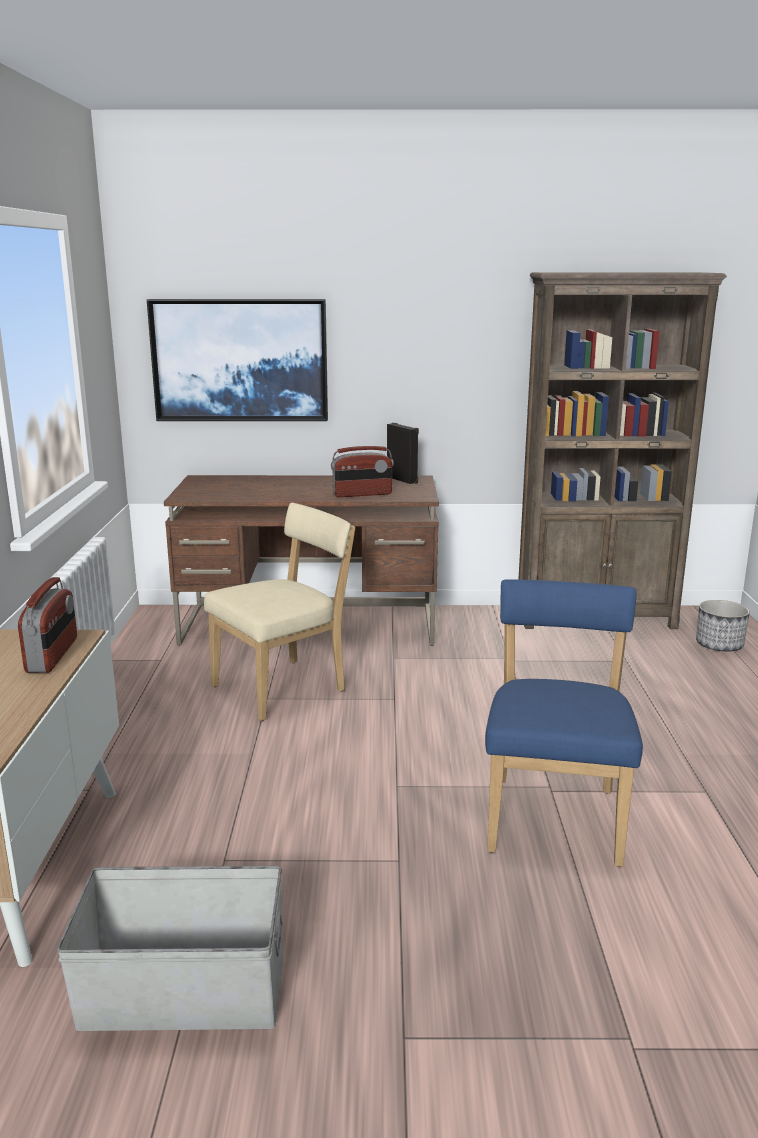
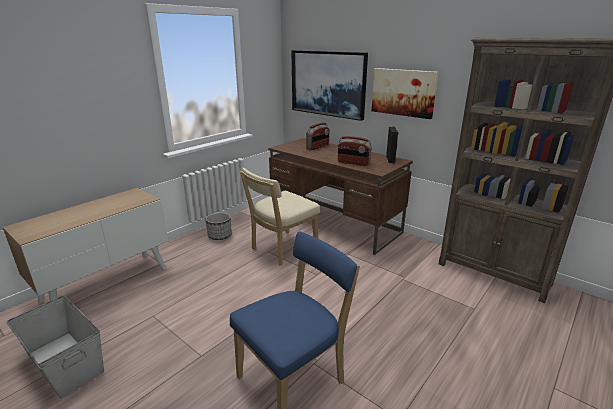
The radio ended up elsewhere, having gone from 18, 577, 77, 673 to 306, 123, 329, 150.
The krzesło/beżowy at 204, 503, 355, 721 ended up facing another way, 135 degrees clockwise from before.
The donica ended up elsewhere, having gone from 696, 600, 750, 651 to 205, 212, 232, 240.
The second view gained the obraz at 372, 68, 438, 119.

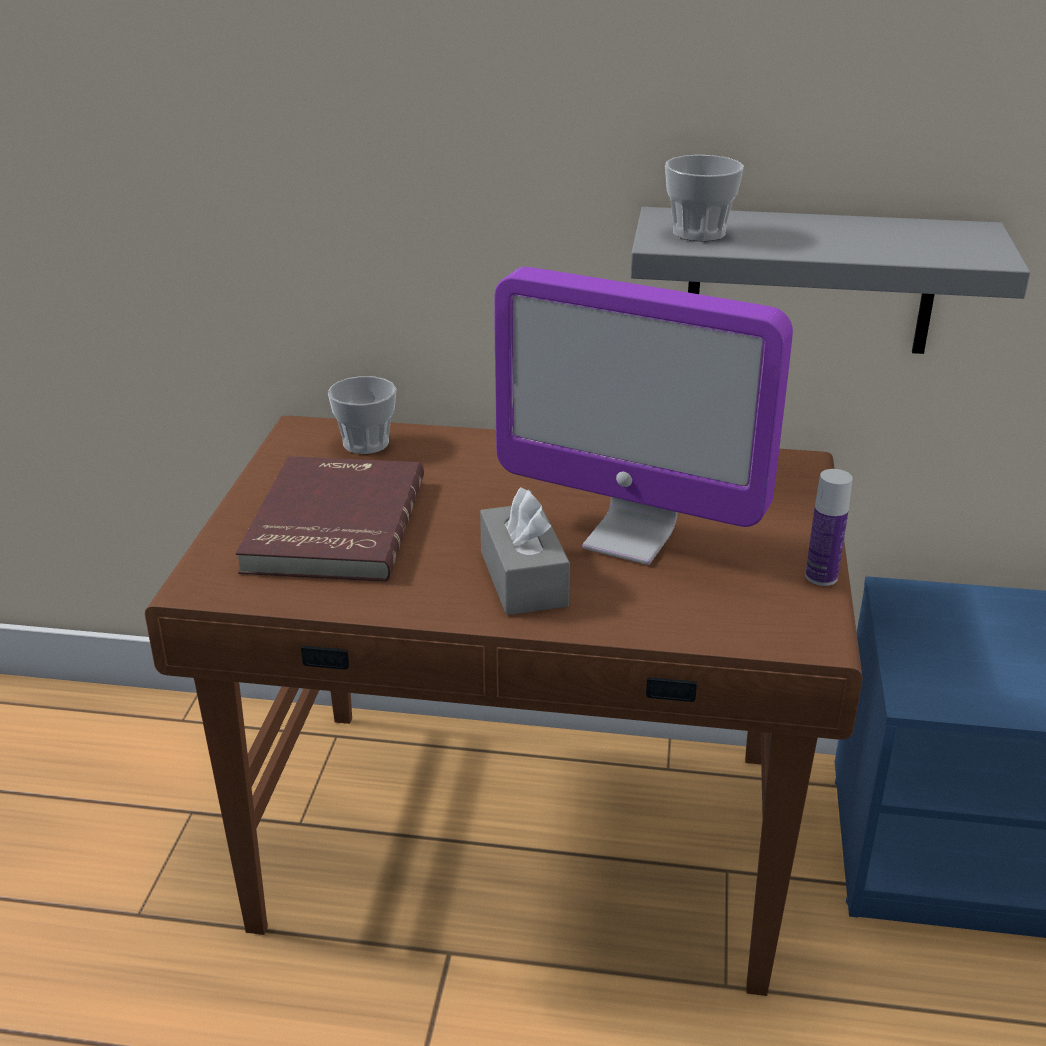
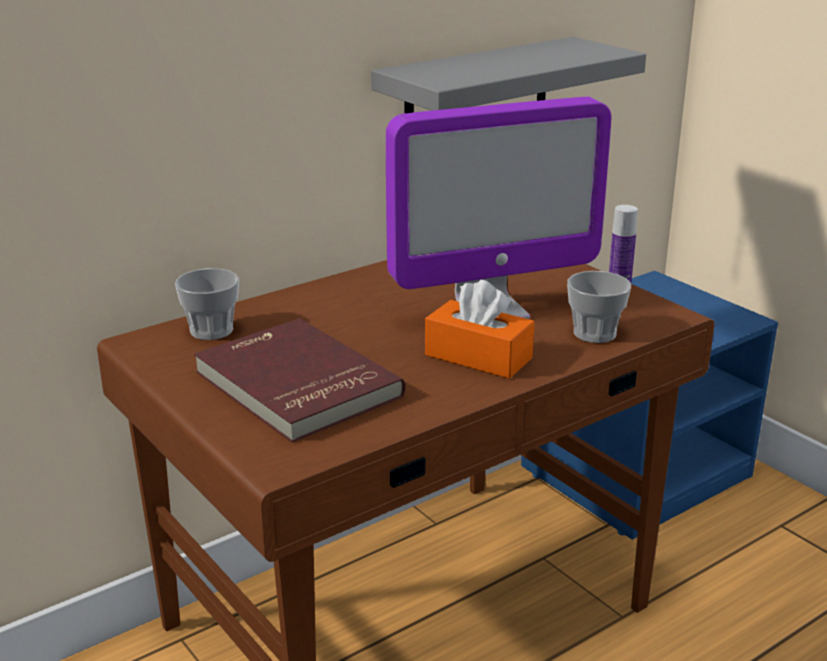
What was the pudełko chusteczek/szary at 480, 487, 570, 615 turned into the pudełko chusteczek/pomarańczowy at 425, 280, 534, 379.
The filiżanka ended up elsewhere, having gone from 665, 155, 744, 242 to 567, 271, 631, 343.

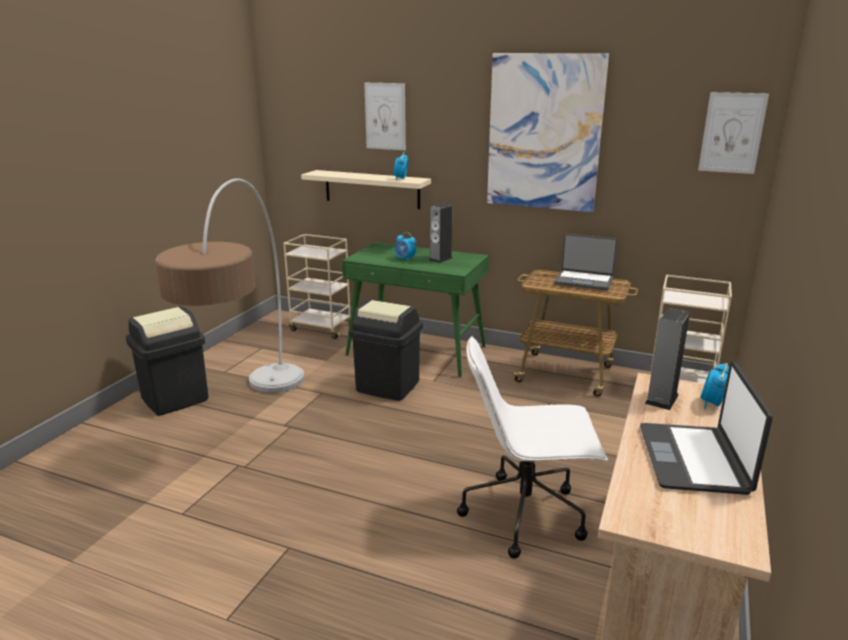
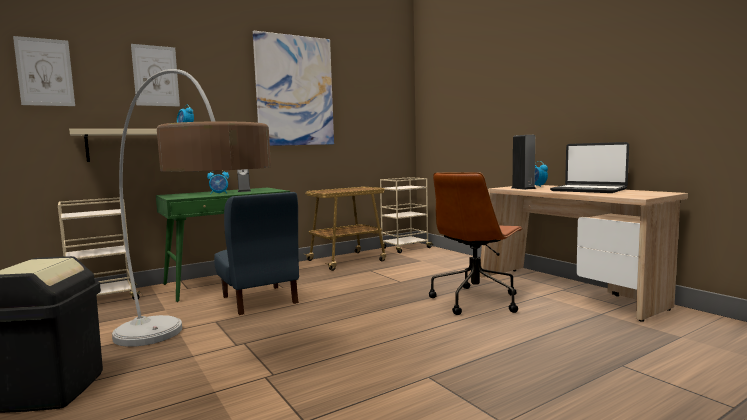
Where the kosz na śmieci/czarny stood at 349, 300, 423, 401, the krzesło/niebieski came to stand at 214, 192, 299, 315.
What was the krzesło biurowe/biały at 457, 336, 608, 559 turned into the krzesło biurowe/brązowy at 429, 172, 523, 315.
The second view lost the laptop at 554, 234, 617, 291.
The obraz ended up elsewhere, having gone from 698, 92, 769, 174 to 13, 36, 75, 106.

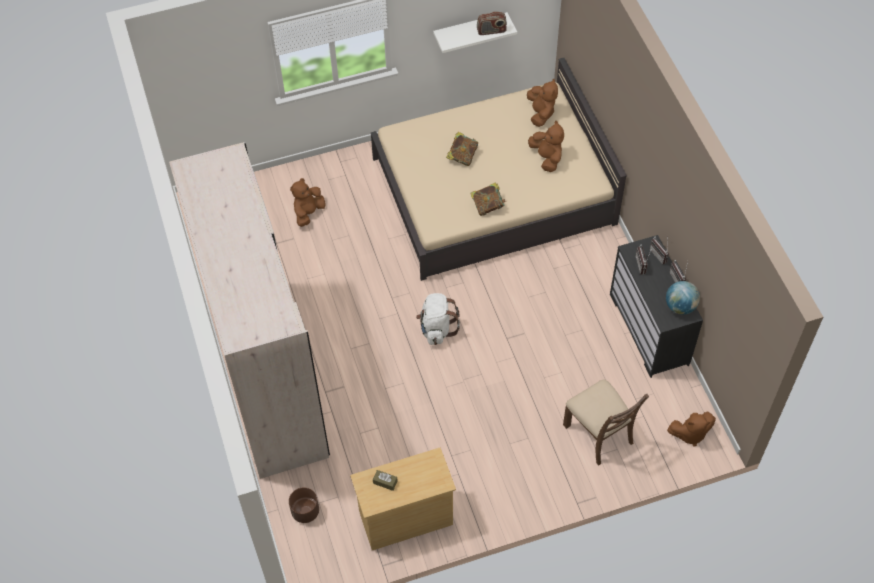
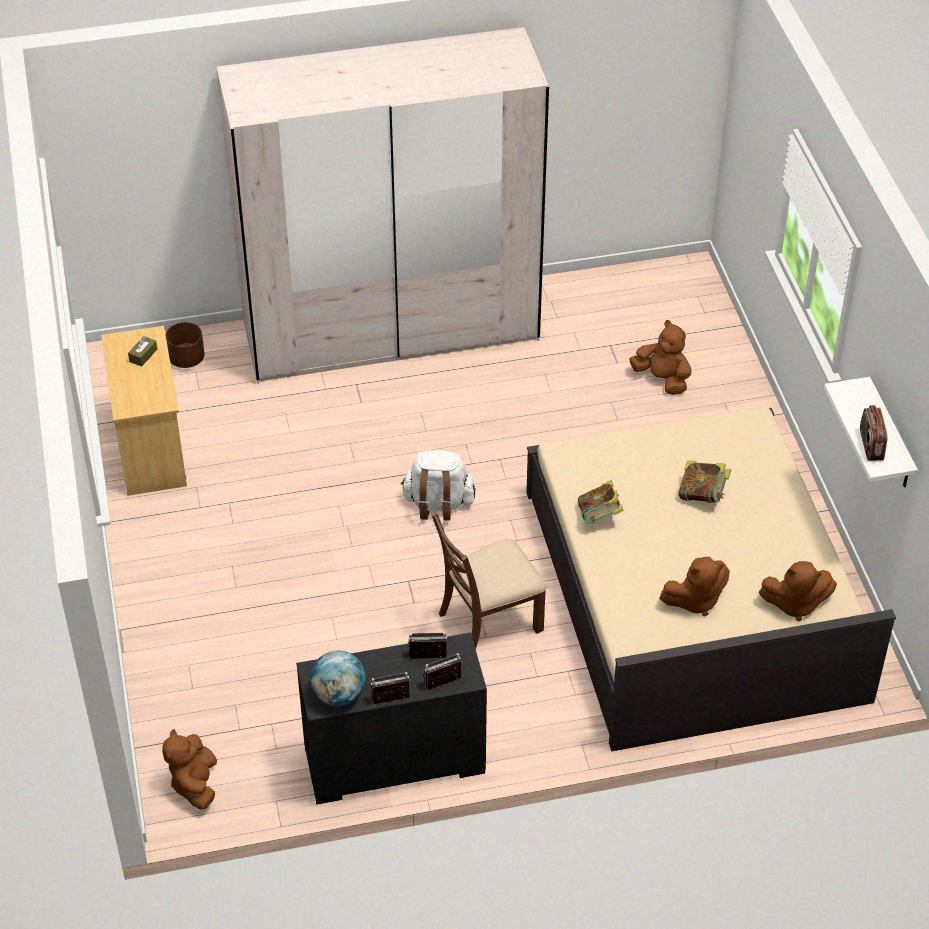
The krzesło/brązowy ended up elsewhere, having gone from 563, 379, 649, 465 to 431, 511, 546, 649.

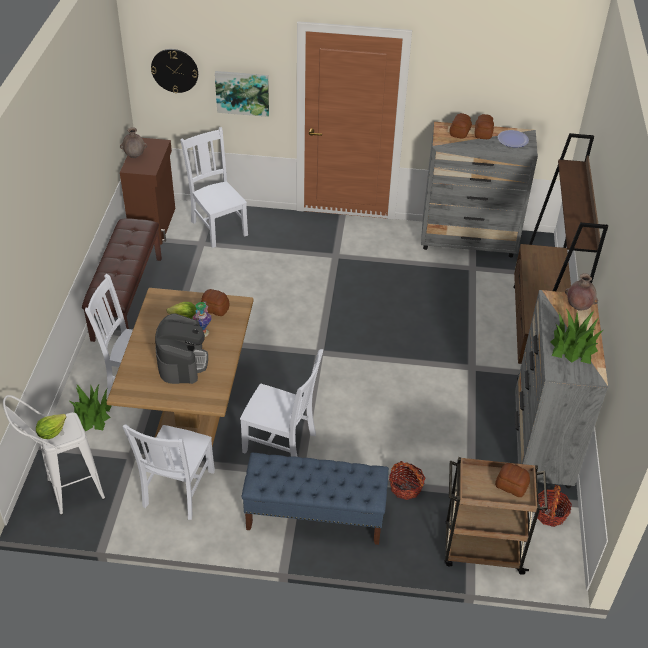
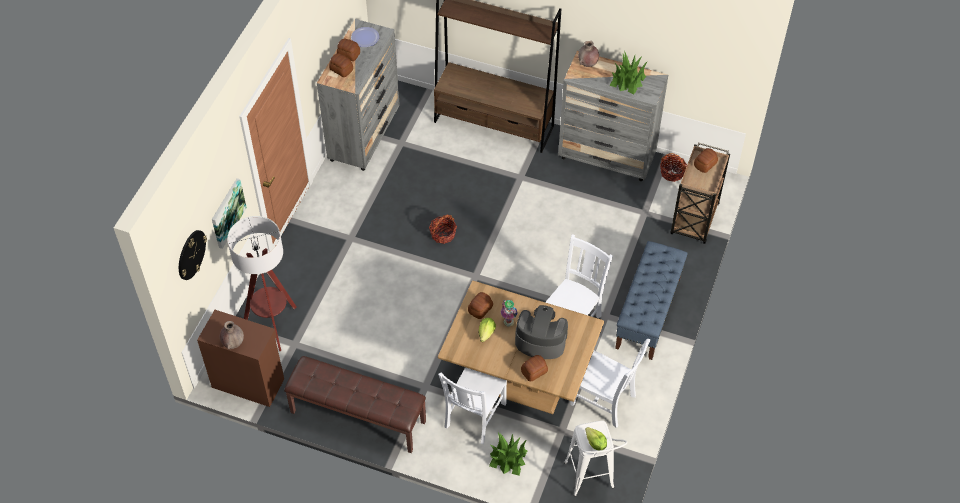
Where the krzesło/biały stood at 180, 127, 248, 248, the lampa stojąca came to stand at 227, 216, 297, 351.
The koszyk ended up elsewhere, having gone from 389, 461, 425, 500 to 429, 215, 457, 244.
The second view gained the chleb at 521, 355, 548, 382.

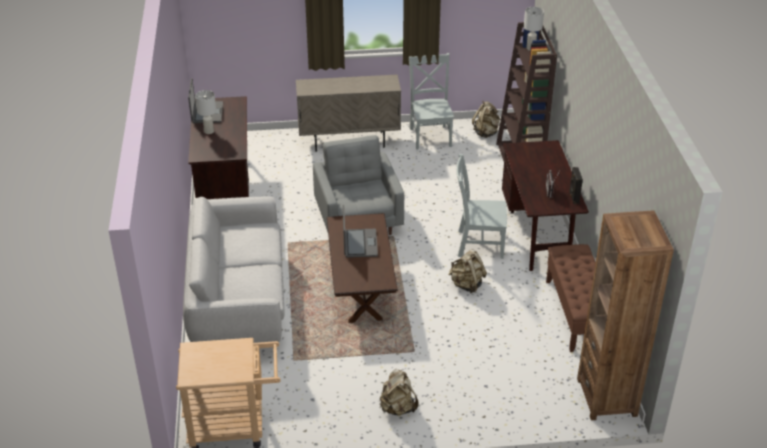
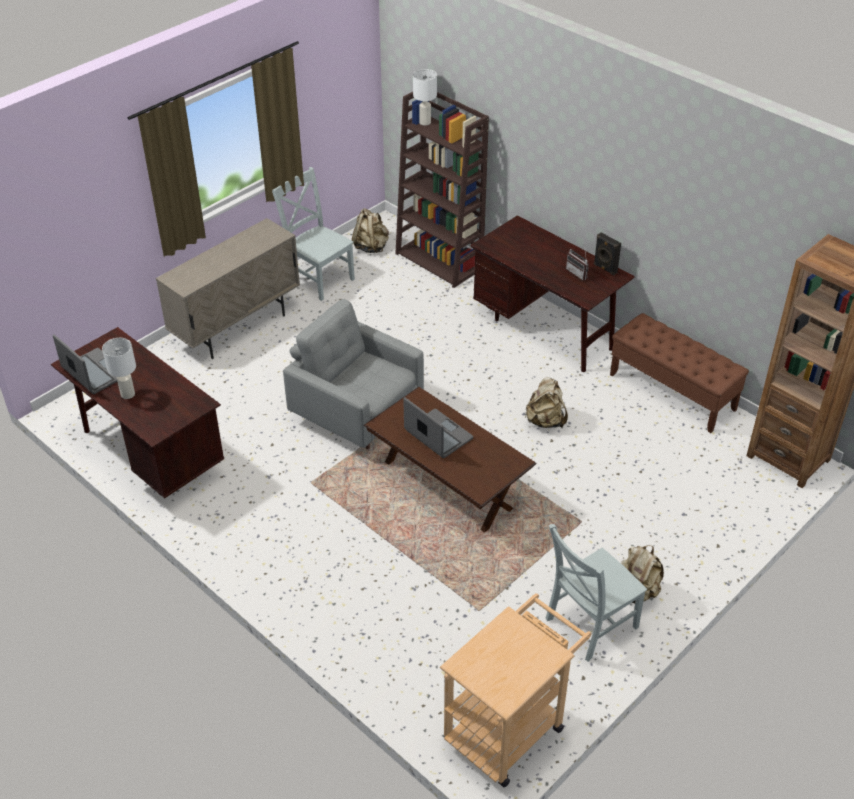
The second view lost the kanapa/szary at 183, 197, 285, 343.
The krzesło/szary ended up elsewhere, having gone from 456, 154, 507, 259 to 546, 524, 647, 662.

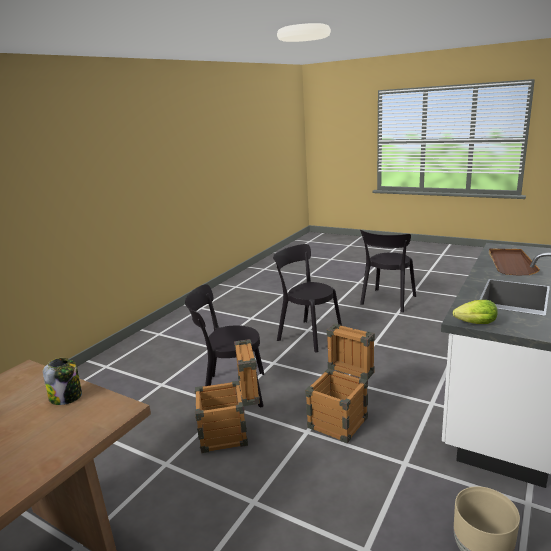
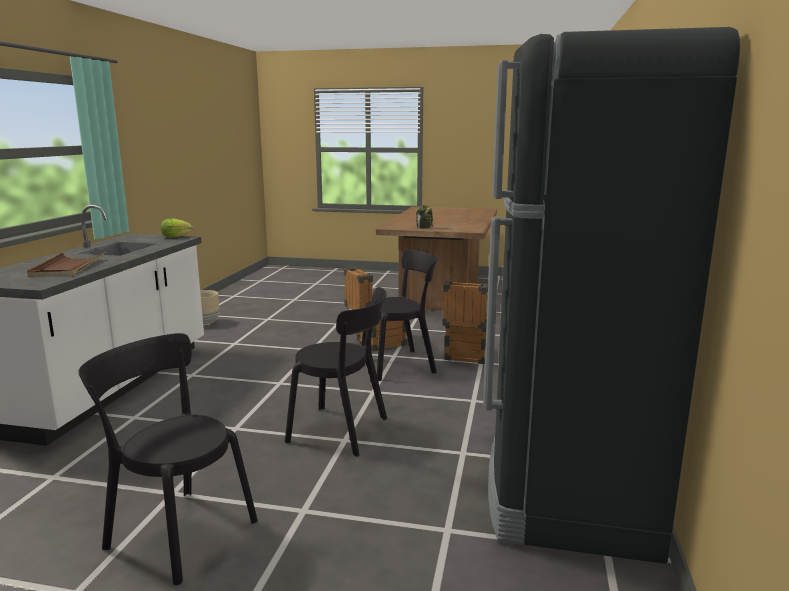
The skrzynka ended up elsewhere, having gone from 305, 323, 375, 443 to 442, 281, 488, 364.
The krzesło/czarny at 360, 229, 416, 312 ended up facing another way, 75 degrees counterclockwise from before.
The second view gained the lodówka/czarny at 483, 27, 740, 564.

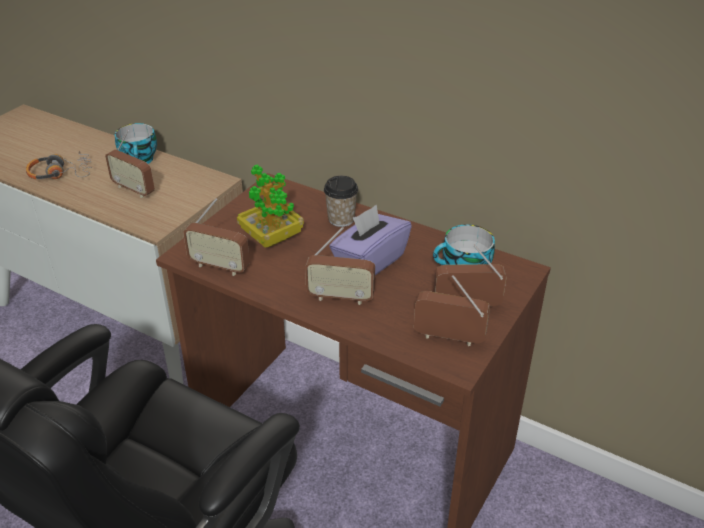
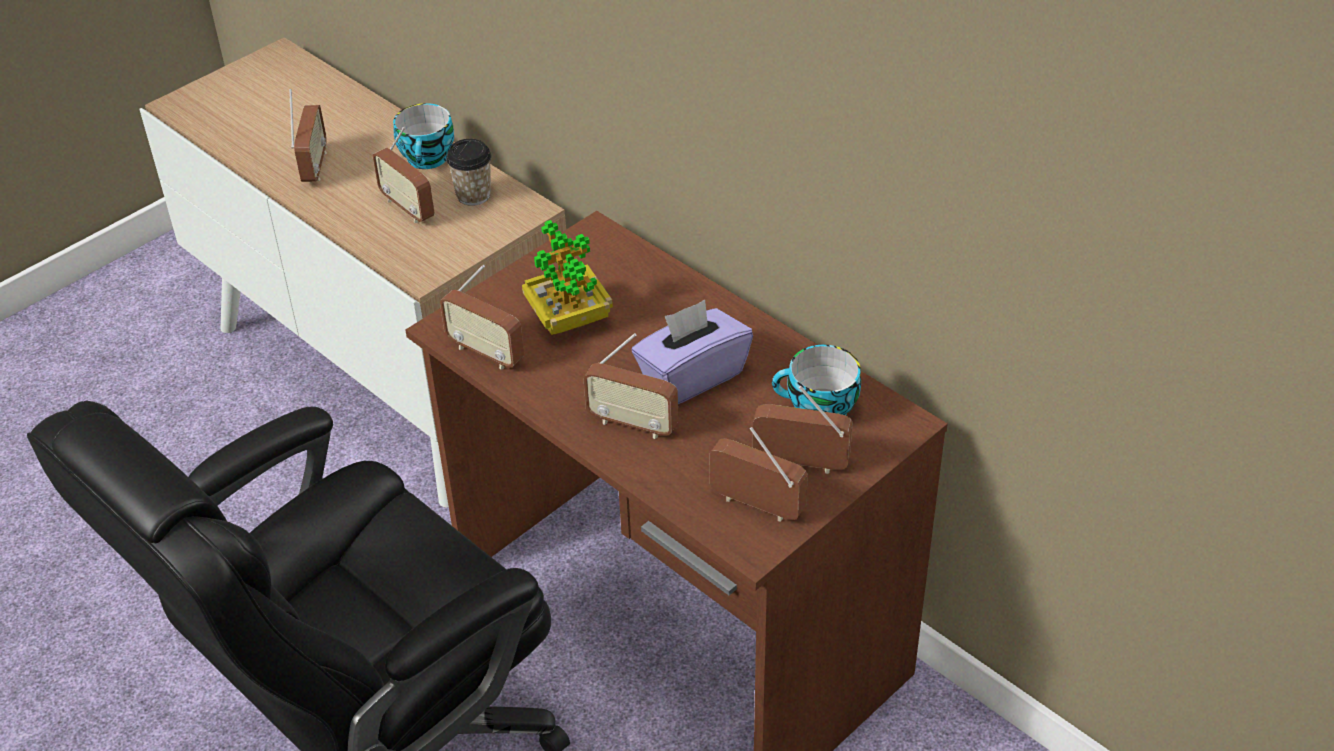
Where the słuchawki stood at 26, 150, 92, 179, the radio came to stand at 289, 89, 327, 182.
The filiżanka ended up elsewhere, having gone from 324, 176, 358, 227 to 446, 139, 492, 206.

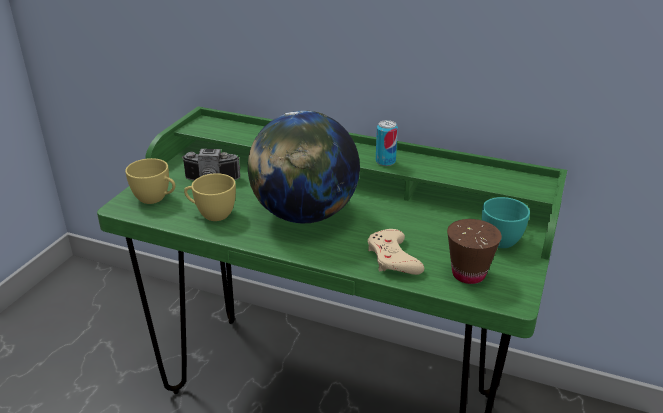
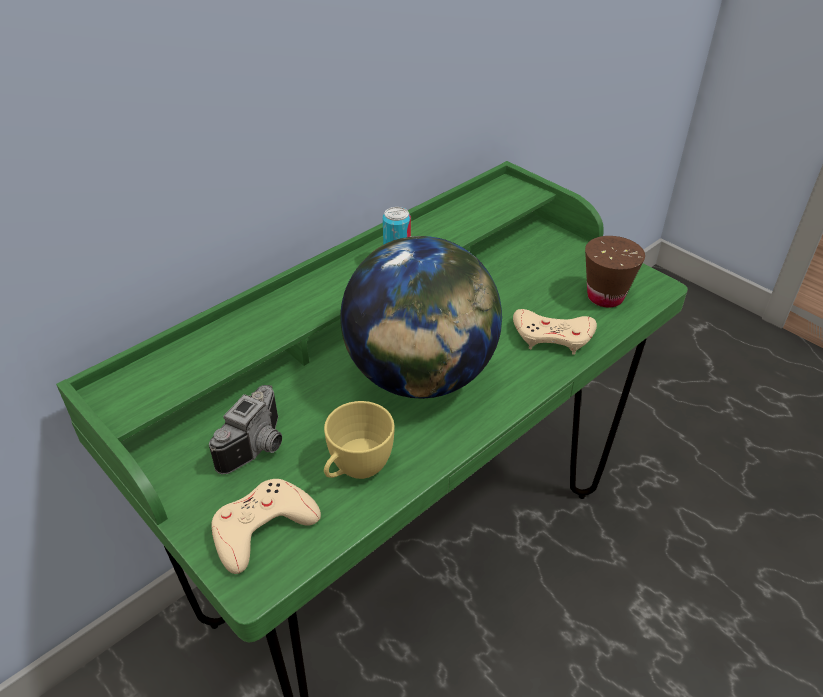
Where the filiżanka/żółty stood at 125, 158, 175, 204, the pad do gier/beżowy came to stand at 211, 479, 321, 574.
The second view lost the filiżanka/turkusowy at 482, 197, 530, 248.

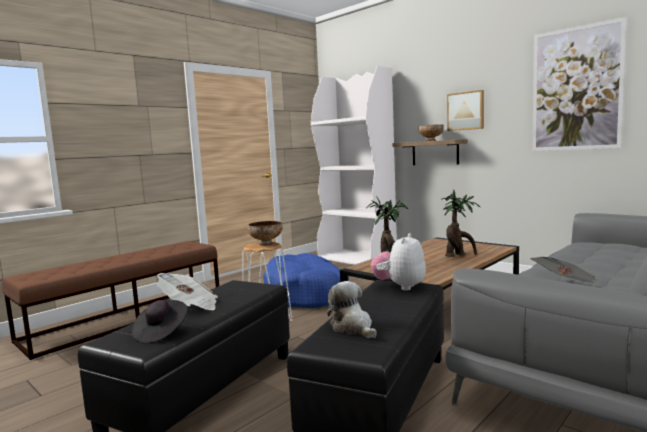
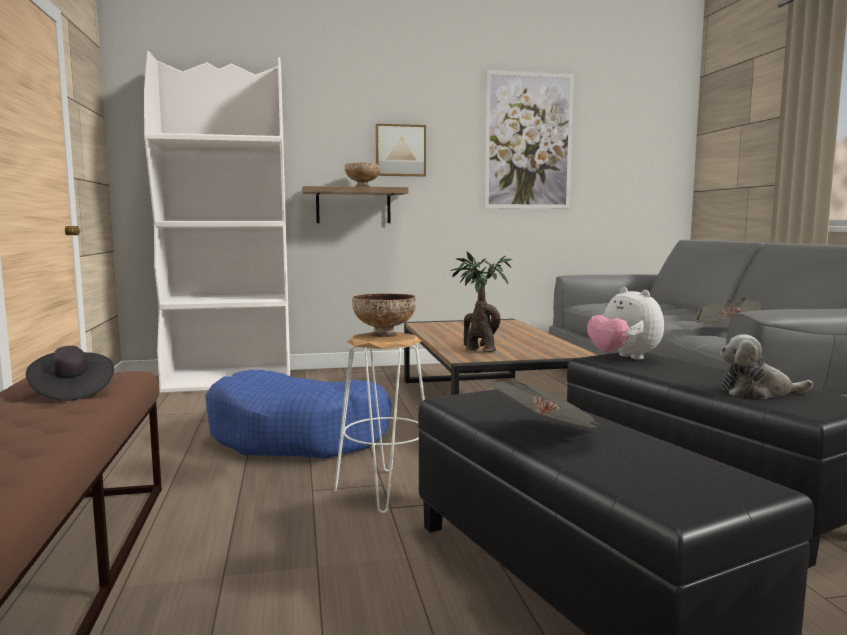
The kapelusz/czarny ended up elsewhere, having gone from 132, 300, 188, 343 to 26, 346, 114, 401.
The second view lost the roślina doniczkowa at 442, 190, 481, 257.

